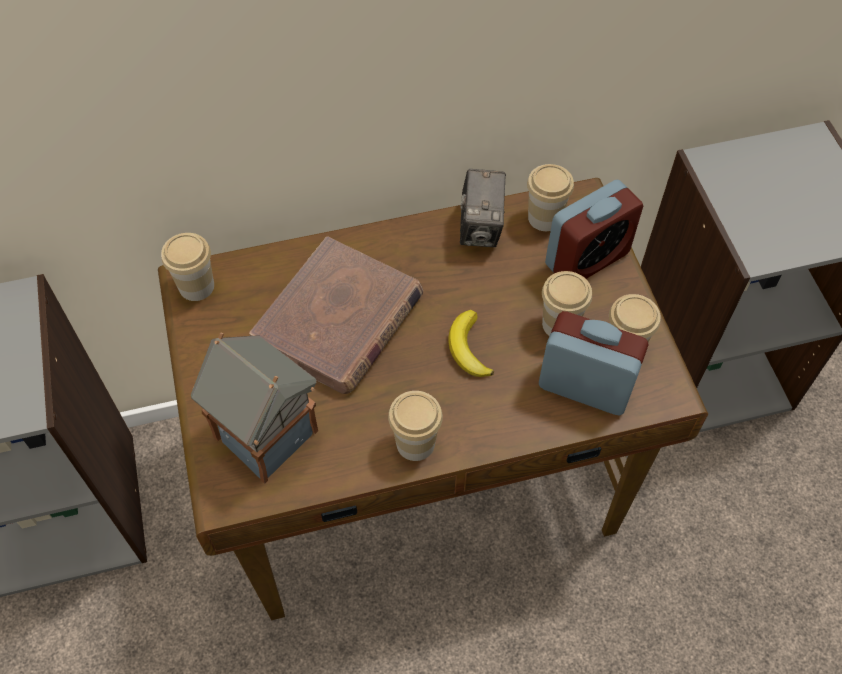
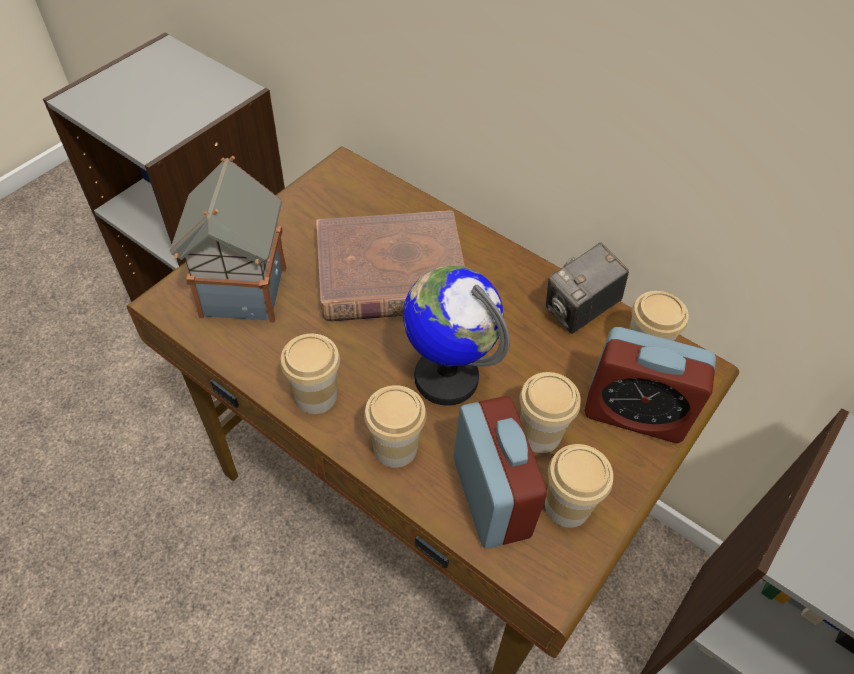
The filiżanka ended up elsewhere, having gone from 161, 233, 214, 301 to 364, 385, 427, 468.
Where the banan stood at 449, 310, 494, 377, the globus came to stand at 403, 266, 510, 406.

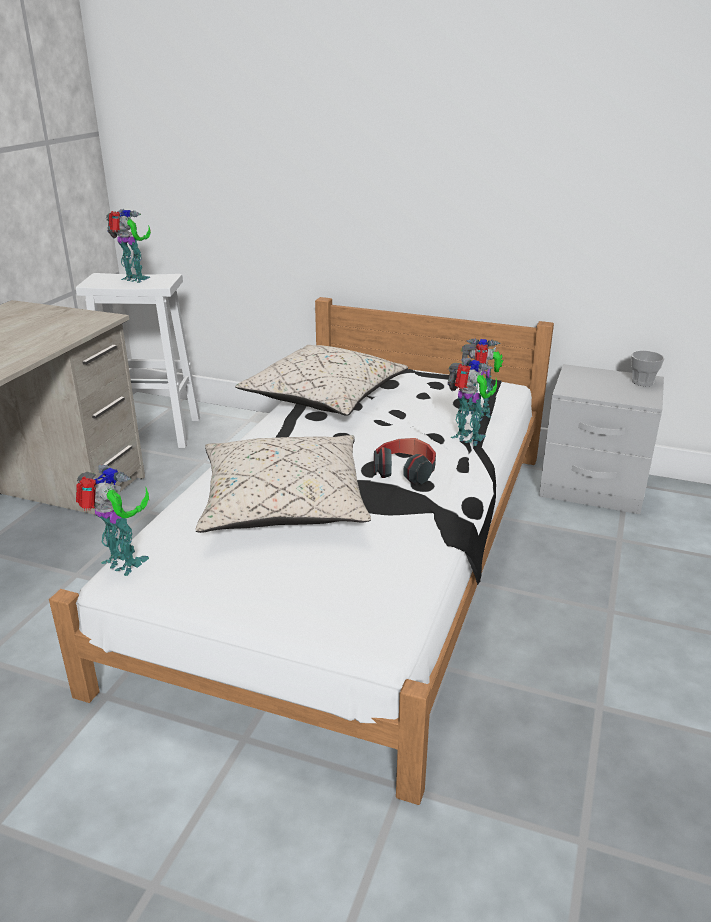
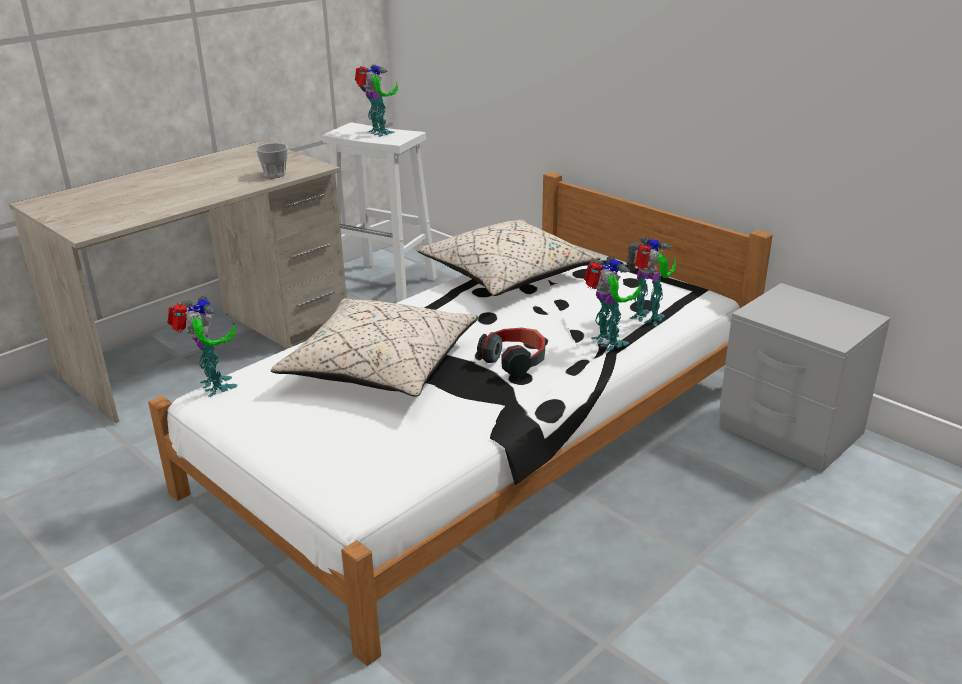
The filiżanka ended up elsewhere, having gone from 631, 351, 664, 386 to 256, 143, 288, 178.

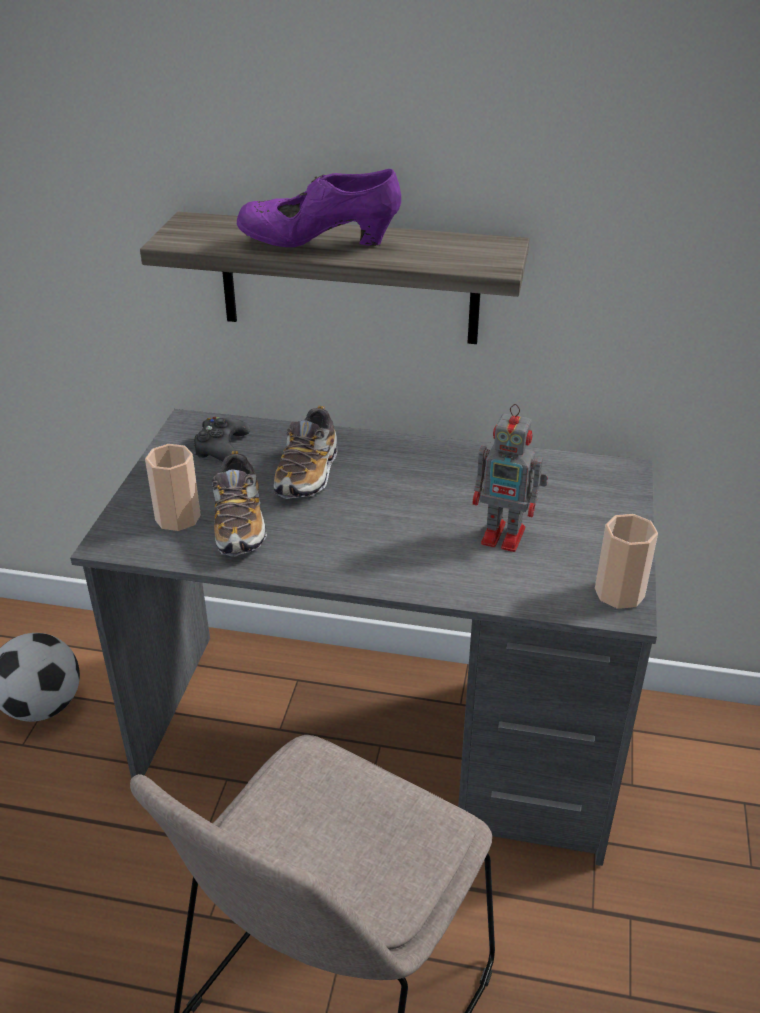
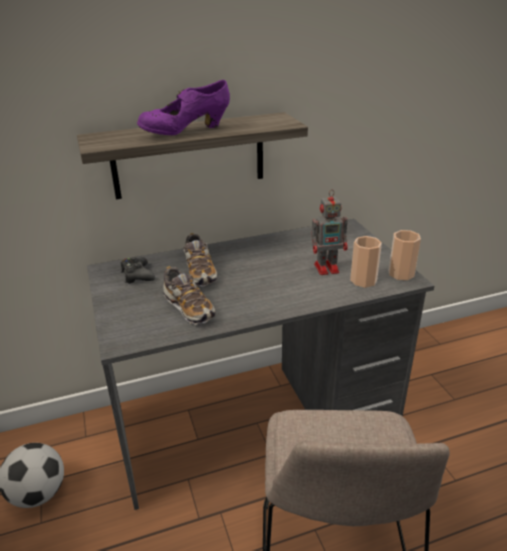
The filiżanka ended up elsewhere, having gone from 145, 444, 201, 531 to 350, 236, 382, 288.

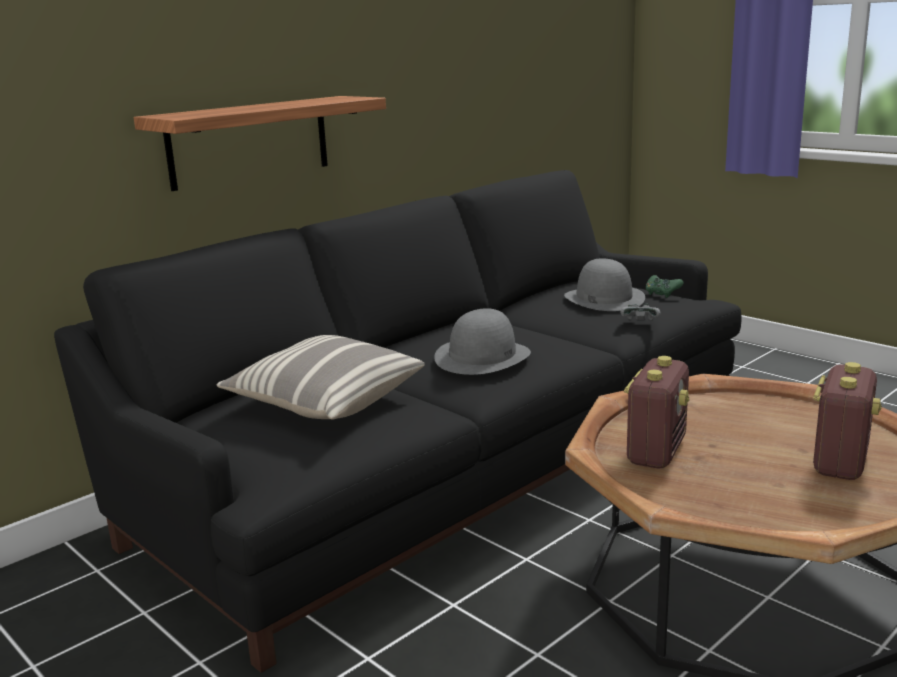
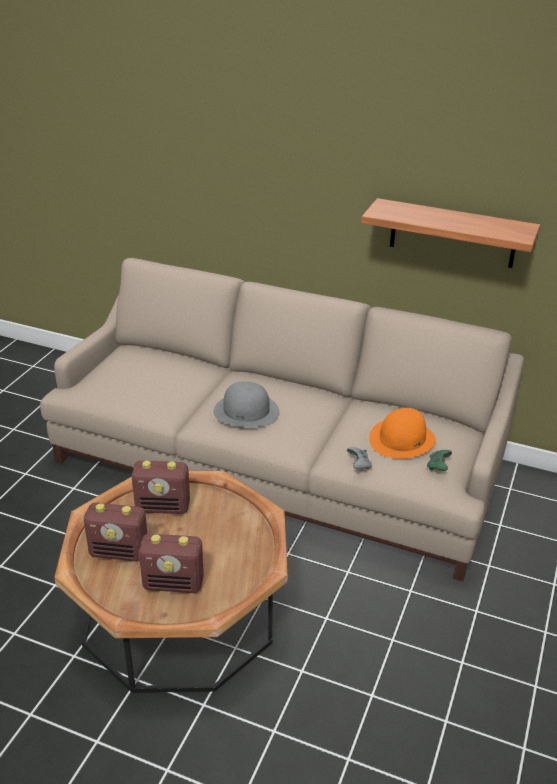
What was the kanapa/czarny at 54, 170, 742, 673 turned into the kanapa/beżowy at 40, 258, 524, 581.
The półka ended up elsewhere, having gone from 134, 96, 386, 191 to 361, 198, 540, 268.
The second view lost the poduszka at 217, 335, 425, 420.
What was the kapelusz/szary at 564, 258, 645, 311 turned into the kapelusz/pomarańczowy at 369, 408, 436, 459.
The second view gained the radio at 84, 502, 147, 562.

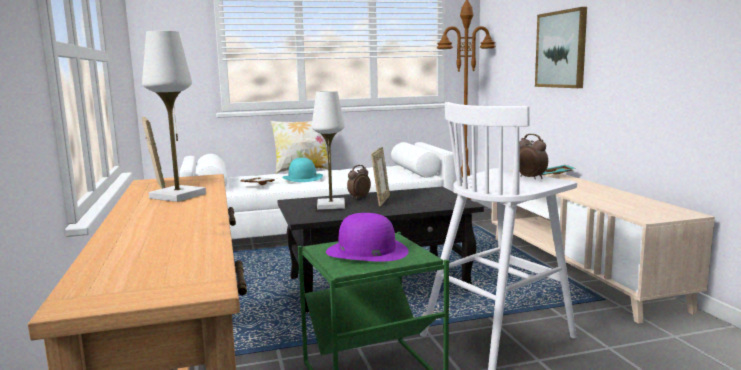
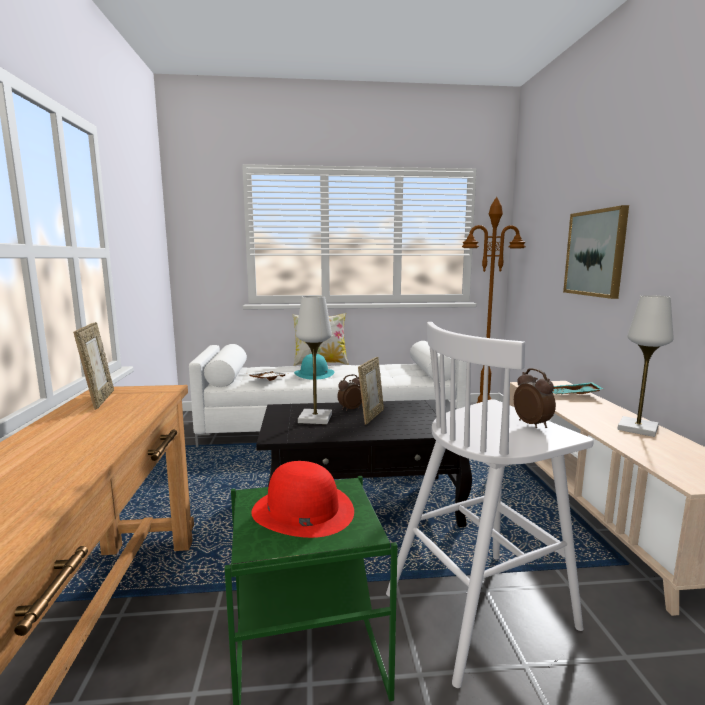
The lampa stołowa/biały ended up elsewhere, having gone from 142, 31, 206, 202 to 617, 295, 674, 437.
What was the kapelusz/fioletowy at 326, 213, 409, 262 turned into the kapelusz/czerwony at 251, 461, 354, 538.

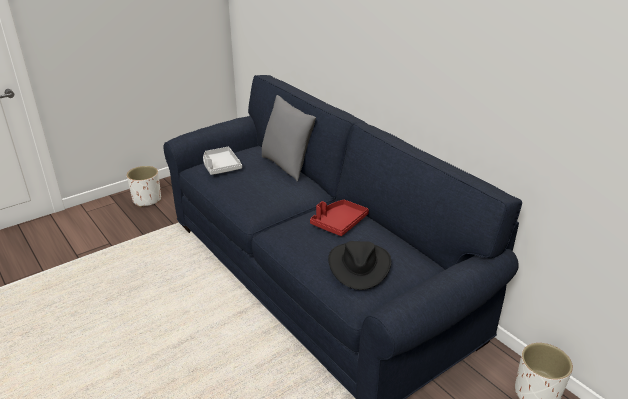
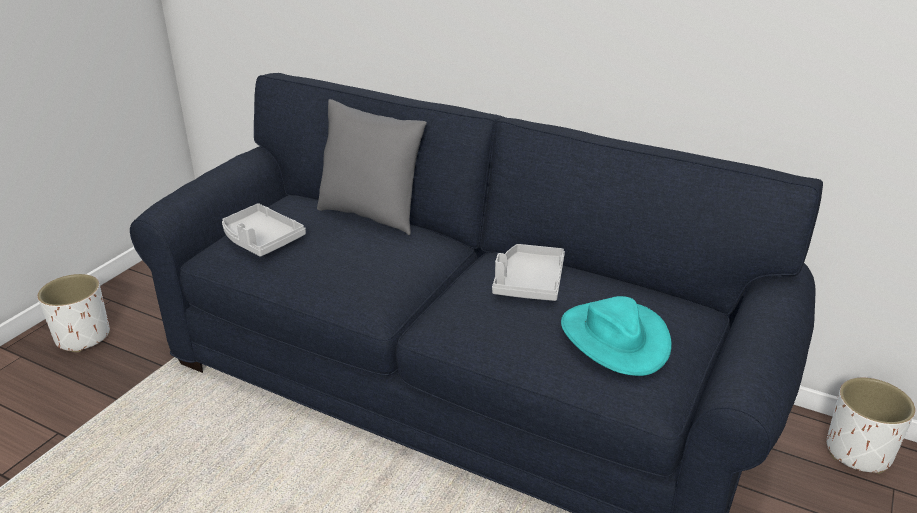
What was the taca/czerwony at 310, 200, 369, 236 turned into the taca/szary at 492, 244, 565, 301.
What was the kapelusz/czarny at 328, 241, 391, 290 turned into the kapelusz/turkusowy at 561, 296, 672, 376.

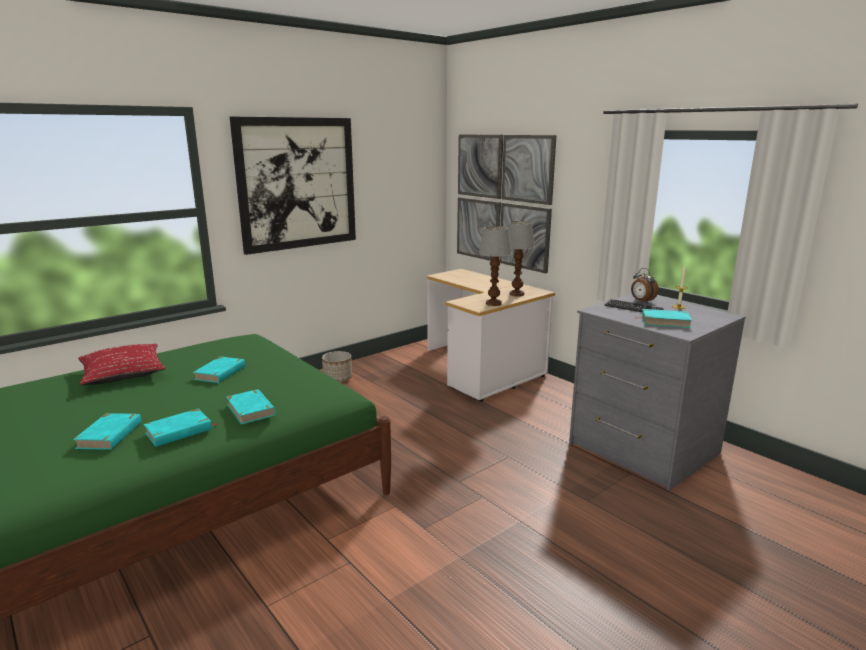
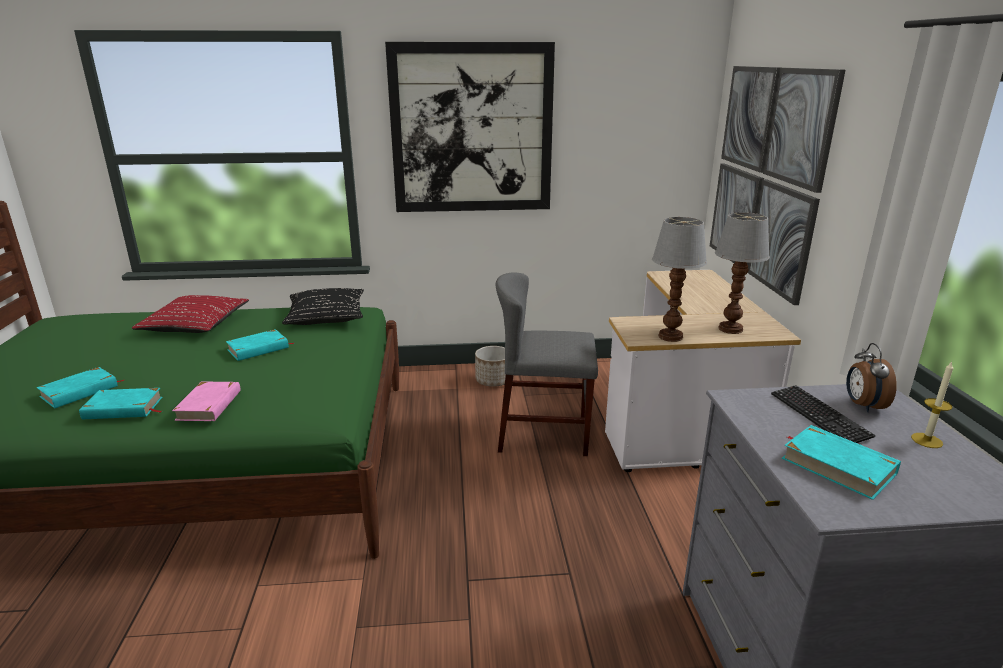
What was the książka/turkusowy at 226, 389, 275, 424 turned into the książka/różowy at 172, 382, 241, 421.
The second view gained the poduszka/czarny at 282, 288, 364, 325.
The second view gained the krzesło/szary at 495, 272, 598, 456.

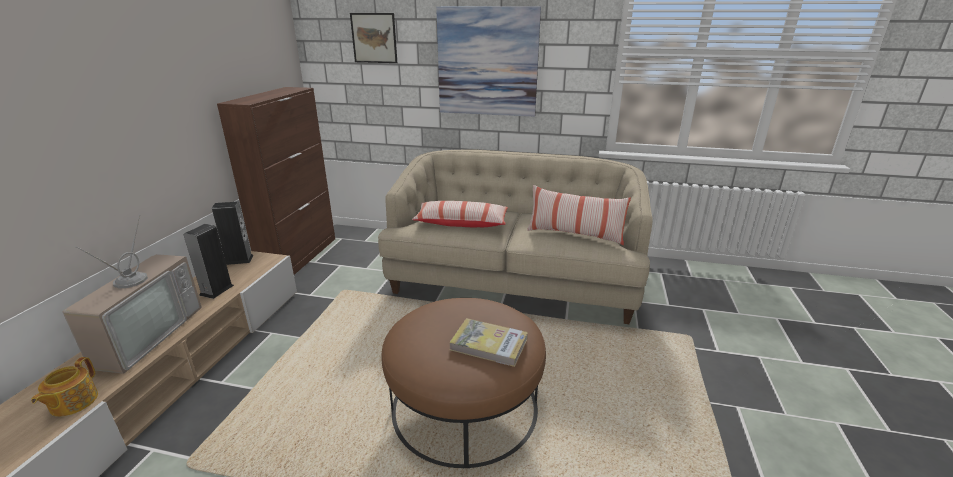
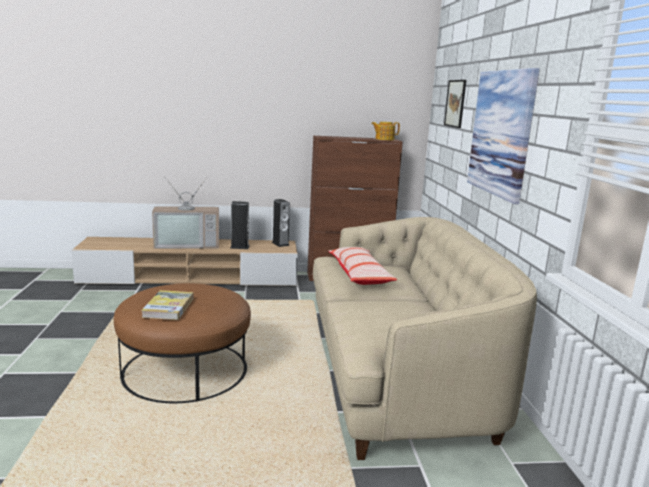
The imbryk ended up elsewhere, having gone from 31, 357, 98, 417 to 371, 122, 400, 140.
The second view lost the poduszka at 527, 185, 631, 245.

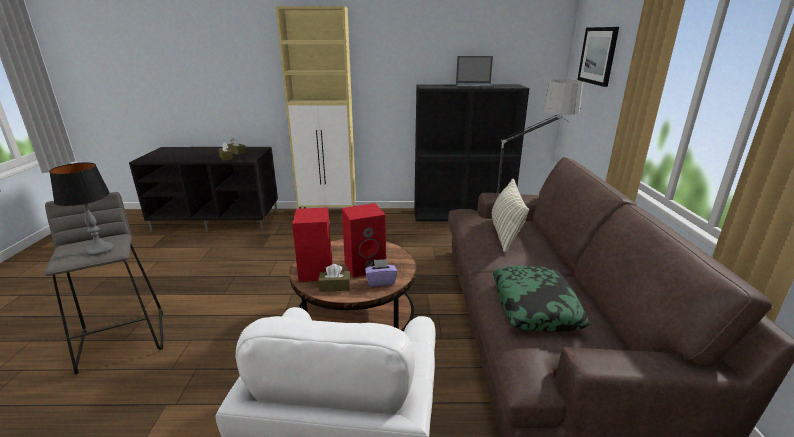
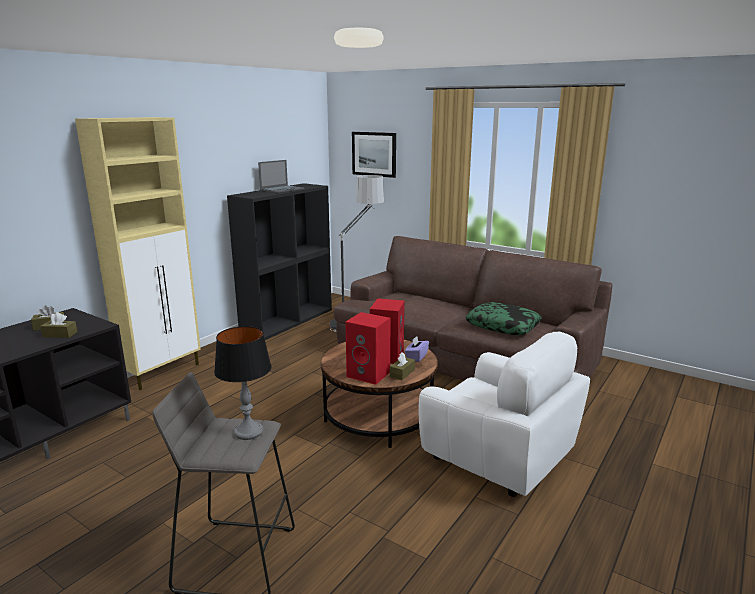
The second view lost the poduszka at 492, 179, 529, 252.

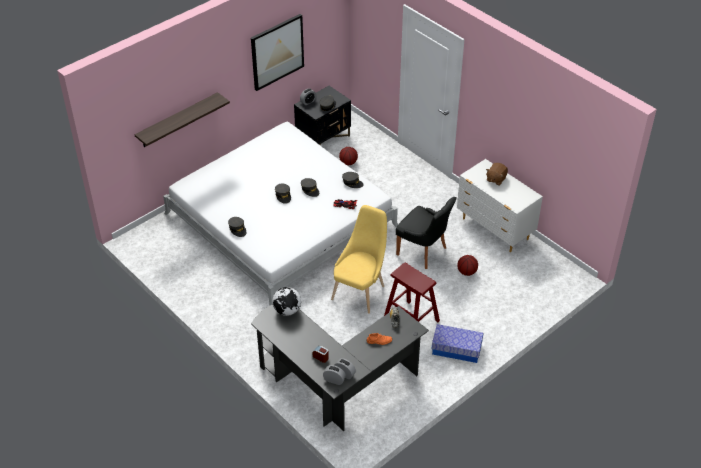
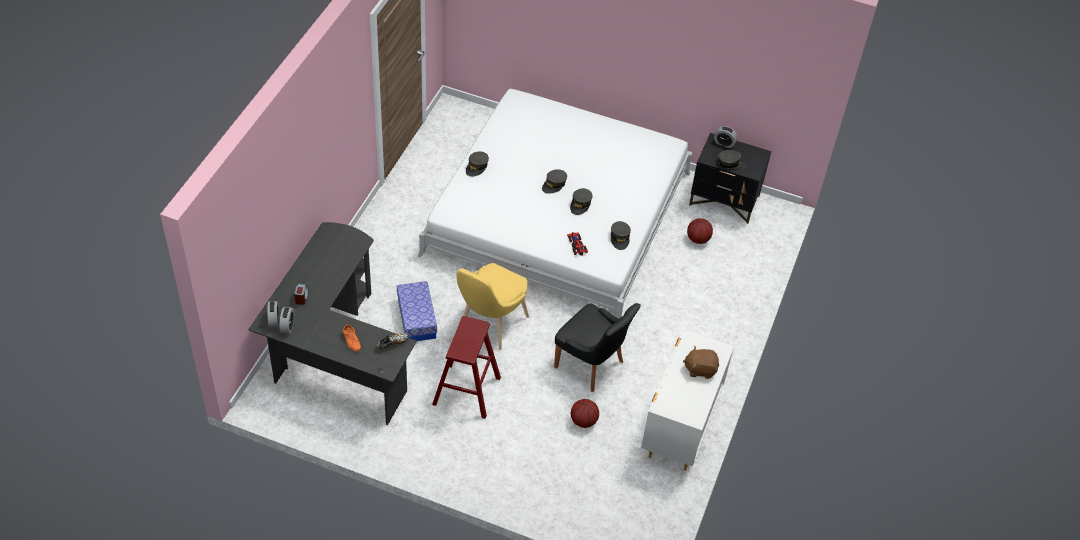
The second view lost the półka at 135, 92, 230, 147.
The second view lost the obraz at 251, 14, 304, 91.
The second view lost the globus at 272, 287, 301, 316.
The krzesło/żółty at 331, 205, 387, 314 ended up facing another way, 120 degrees clockwise from before.
The krzesło/czarny at 396, 197, 457, 269 ended up facing another way, 60 degrees counterclockwise from before.
The pojemnik do przechowywania ended up elsewhere, having gone from 432, 324, 484, 363 to 397, 281, 437, 341.

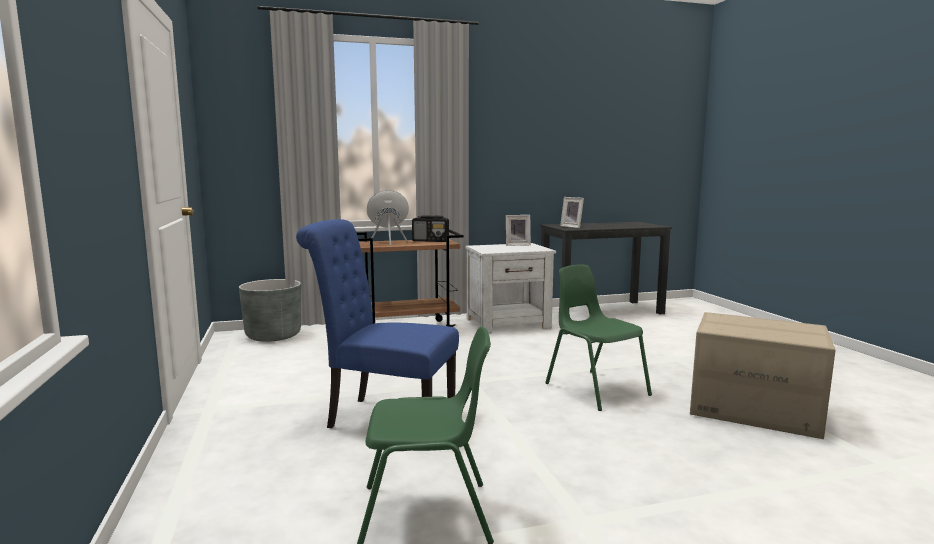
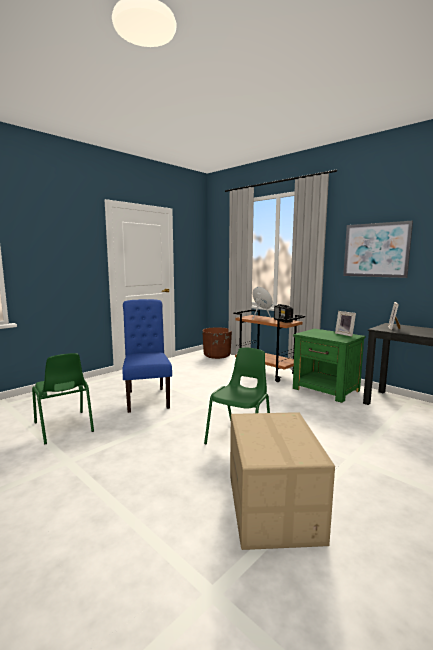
What was the donica/szary at 239, 279, 301, 342 turned into the donica/brązowy at 202, 327, 232, 359.
What was the szafka nocna/biały at 465, 243, 556, 333 turned into the szafka nocna/zielony at 293, 328, 366, 403.
The second view gained the obraz at 343, 221, 413, 278.

